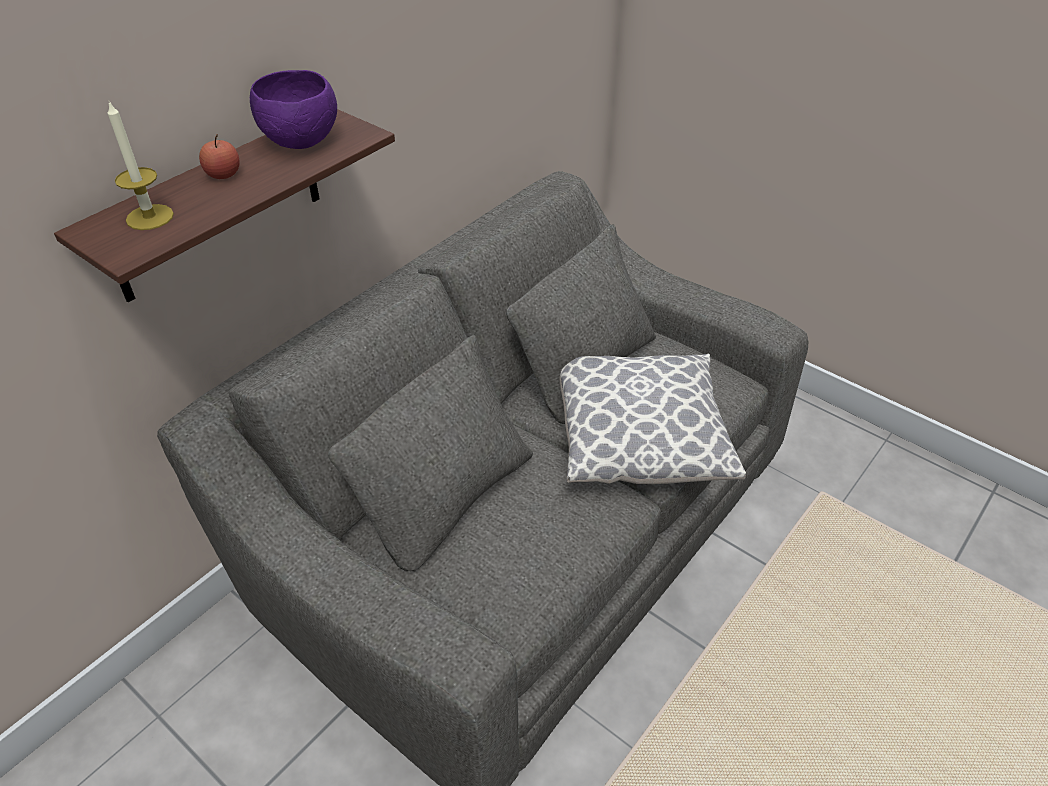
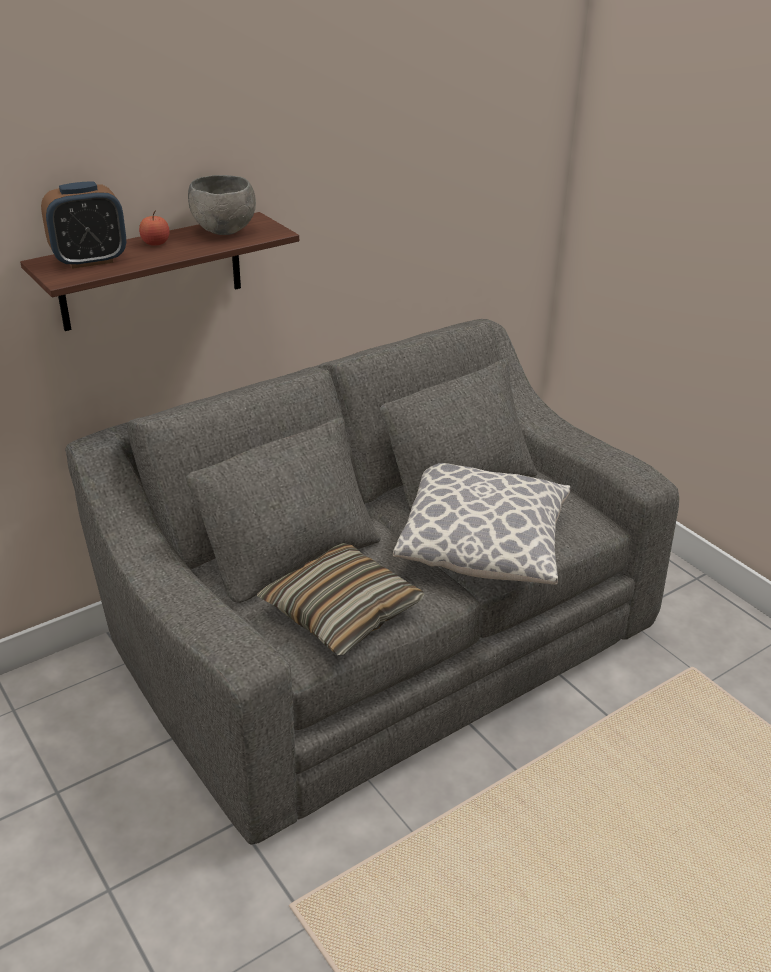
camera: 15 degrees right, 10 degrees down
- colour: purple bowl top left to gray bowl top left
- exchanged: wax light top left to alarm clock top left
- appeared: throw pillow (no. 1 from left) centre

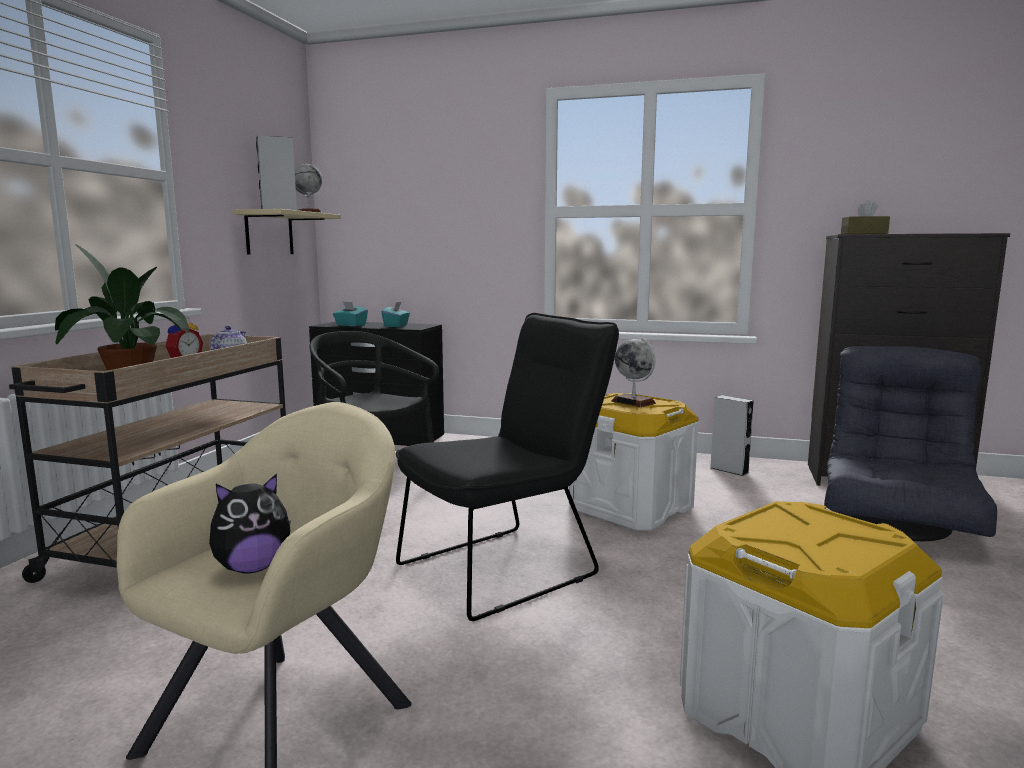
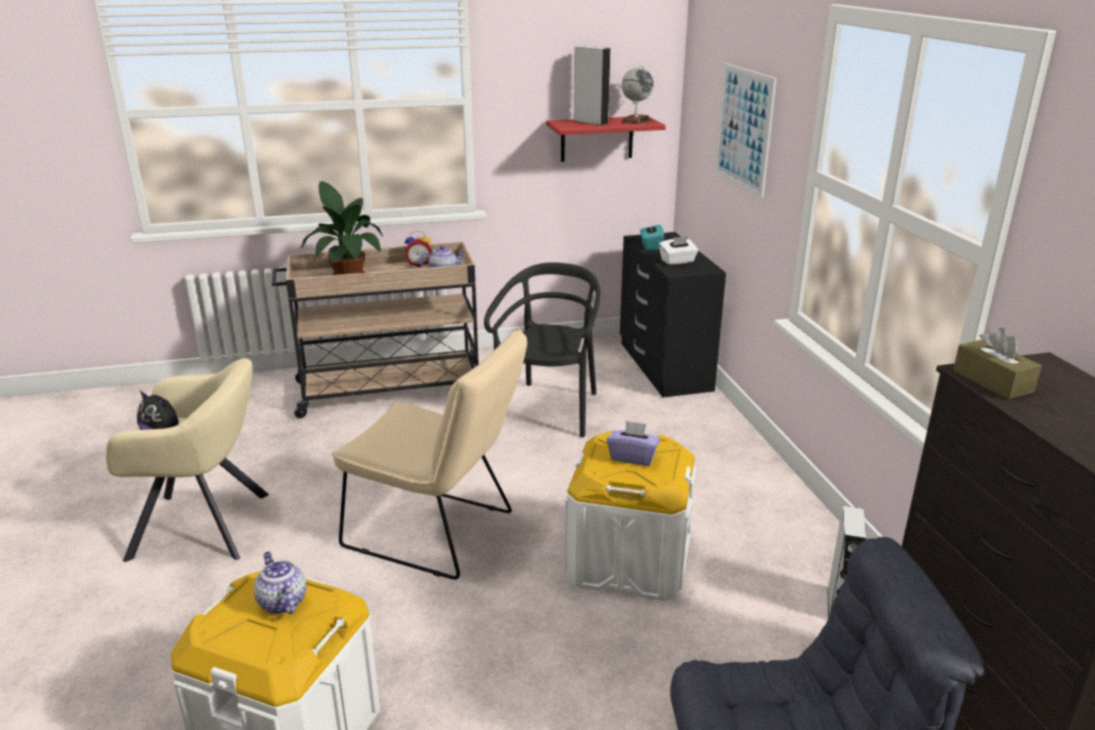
camera: 60 degrees right, 15 degrees up
- colour: beige-coloured wall shelf top left to red-coloured wall shelf top centre
- colour: turquoise tissue holder (no. 2 from left) centre to white tissue holder centre
- colour: black upright chair (no. 2 from left) centre to beige-coloured upright chair centre
- exchanged: desk globe (no. 2 from left) centre to purple tissue holder centre
- appeared: wall picture top right
- appeared: tea pot (no. 1 from left) bottom left

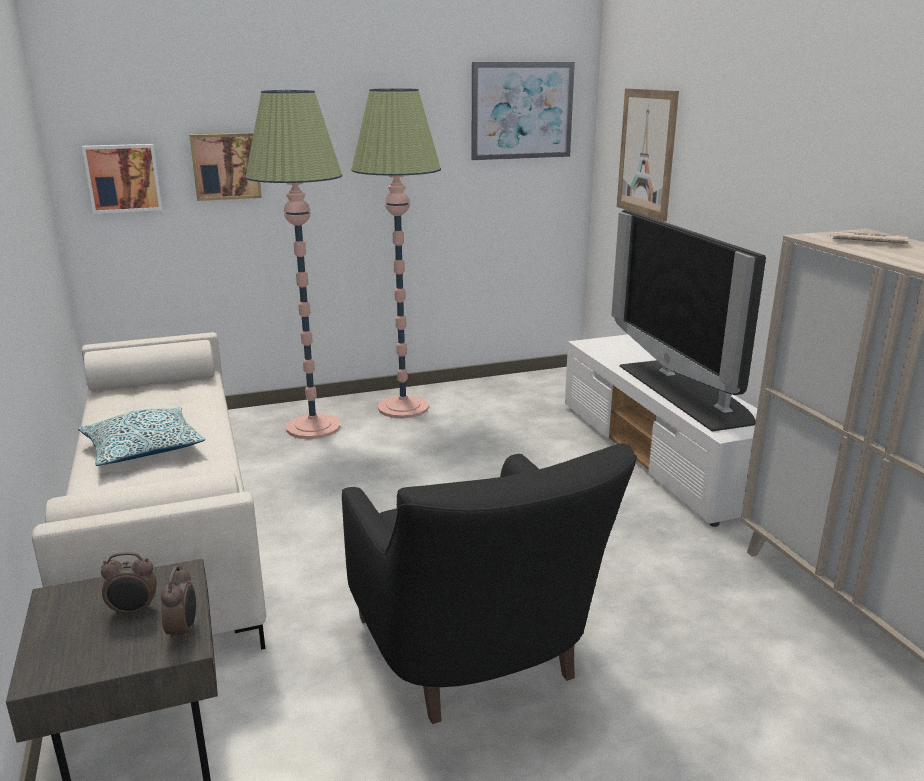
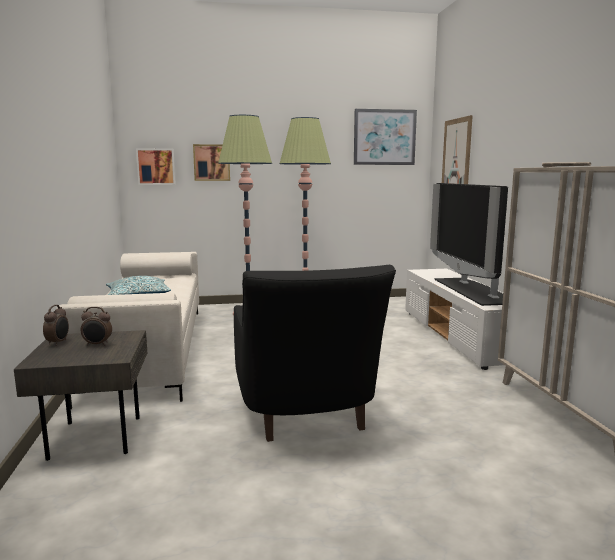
camera: 10 degrees right, 10 degrees down
- relocated: alarm clock (no. 2 from left in the first image) bottom left to alarm clock (no. 1 from left) middle left

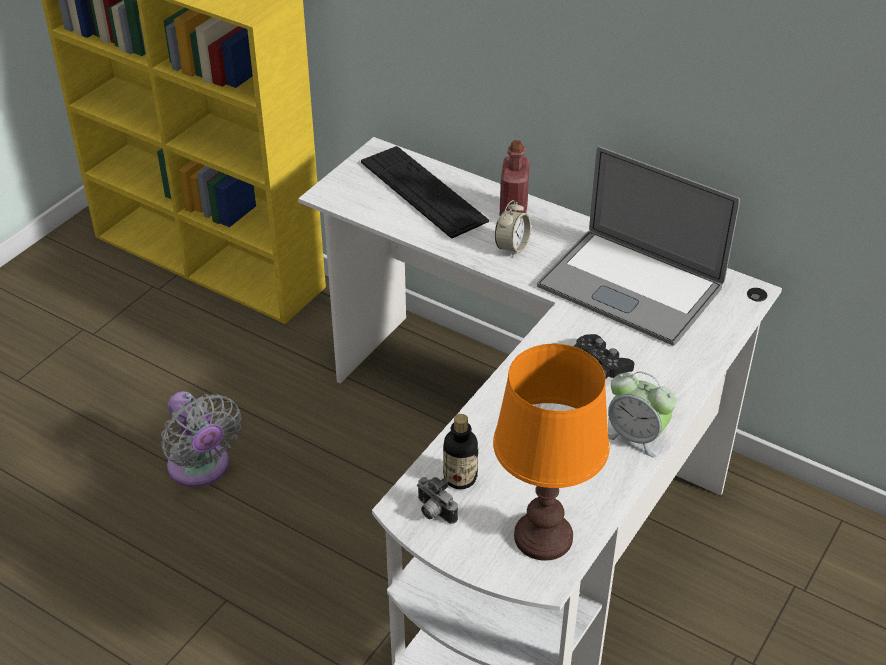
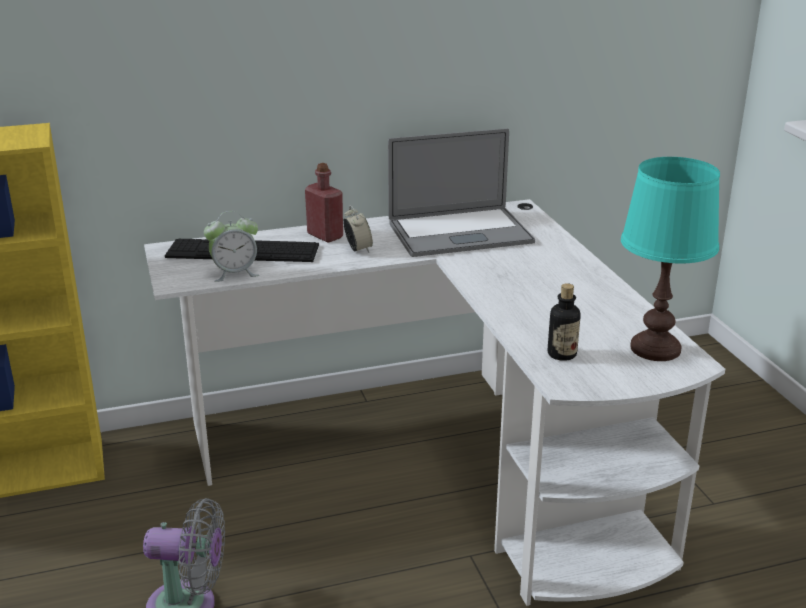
camera: 50 degrees left, 15 degrees down
- missing: black gamepad middle right
- colour: orange tabletop lamp bottom centre to turquoise tabletop lamp middle right
- relocated: alarm clock (no. 2 from left in the first image) middle right to alarm clock (no. 1 from left) middle left
- missing: still camera bottom centre

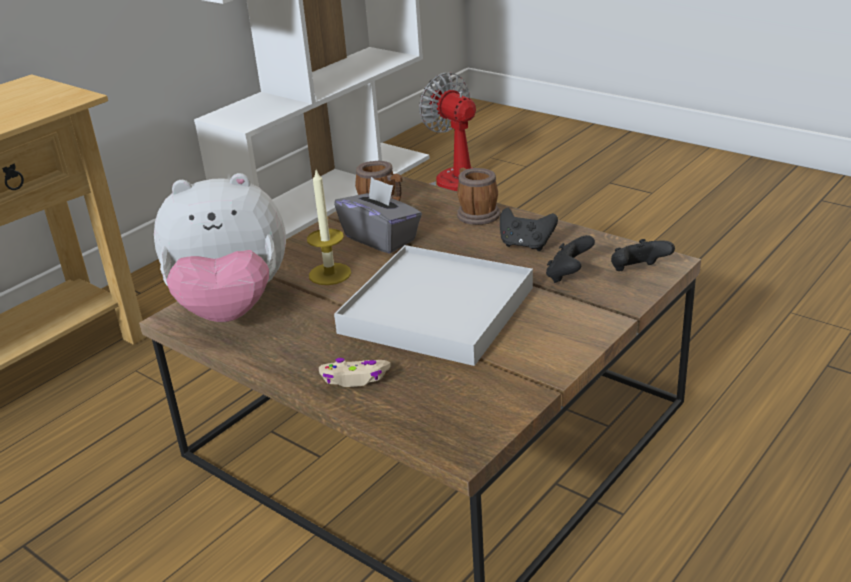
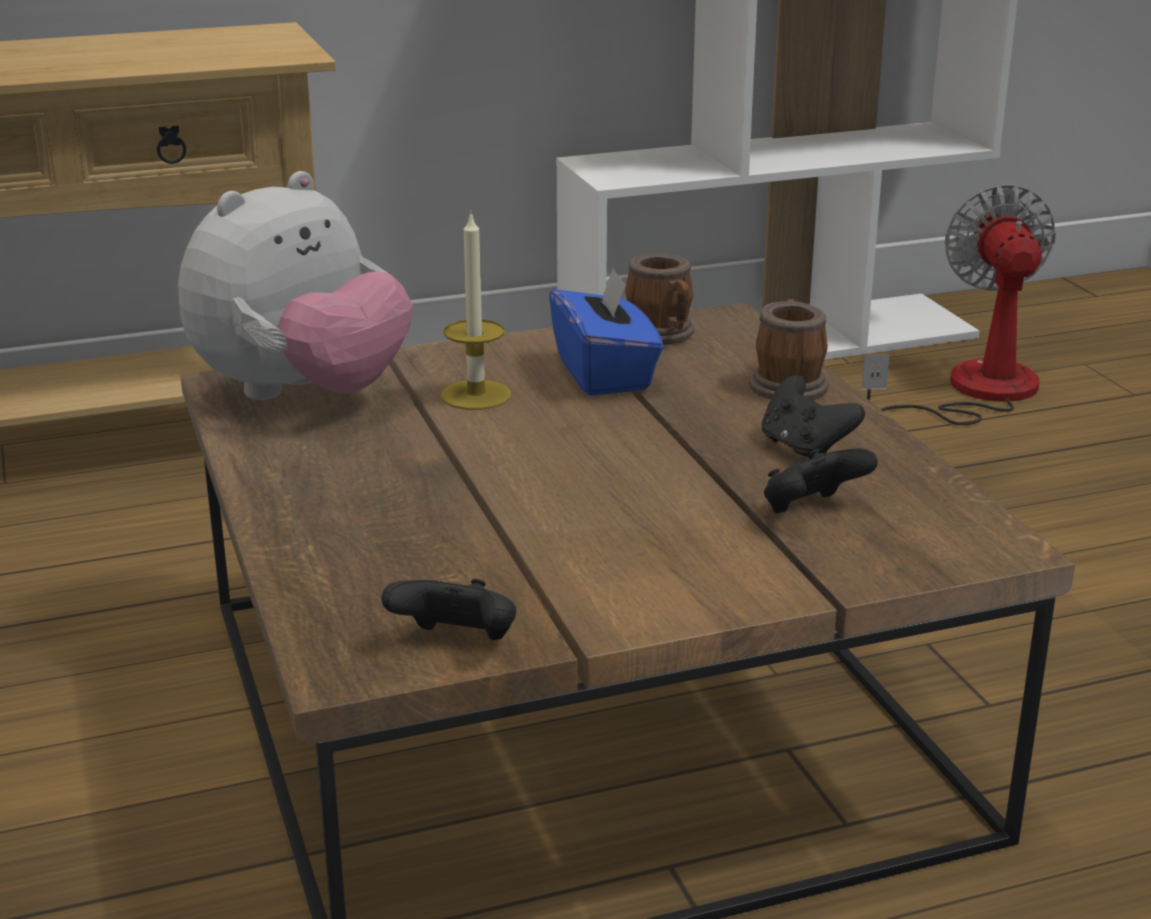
camera: 30 degrees right, 5 degrees down
- spun: soft toy middle left = top left 75 degrees counterclockwise
- colour: gray tissue holder centre to blue tissue holder centre
- relocated: black gamepad (no. 3 from left in the first image) middle right to black gamepad (no. 1 from left) centre
- missing: white tray centre
- missing: beige-coloured gamepad centre

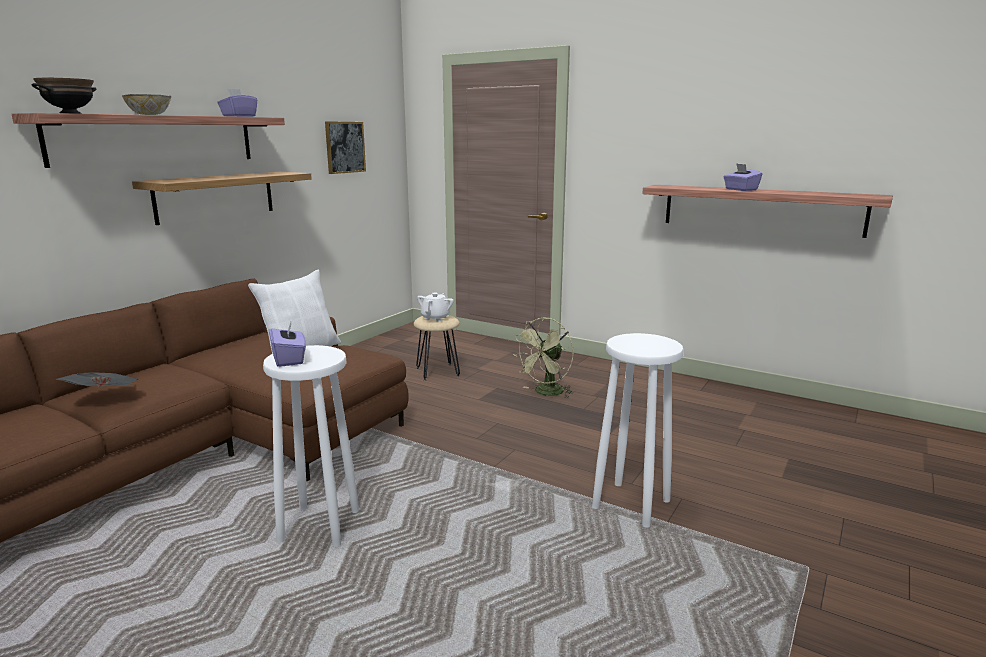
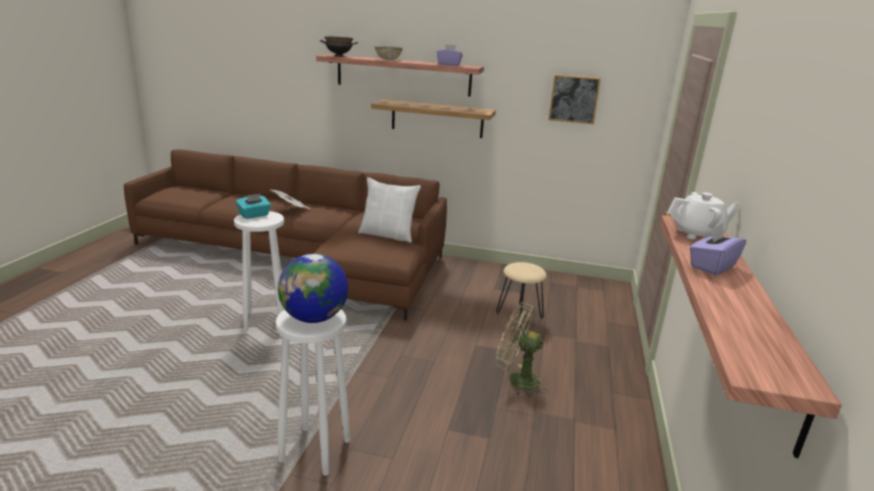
camera: 70 degrees right, 5 degrees up
- relocated: white tea pot centre to middle right
- colour: purple tissue holder (no. 2 from left) middle left to turquoise tissue holder middle left
- appeared: desk globe centre

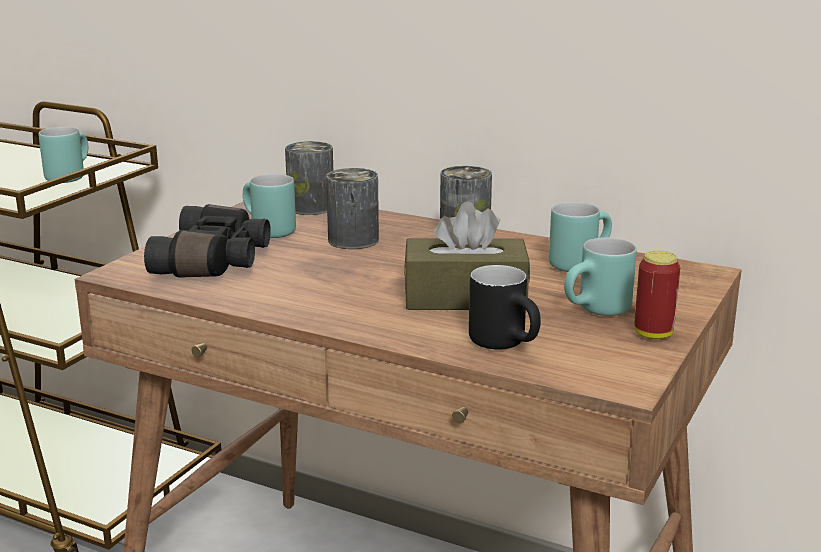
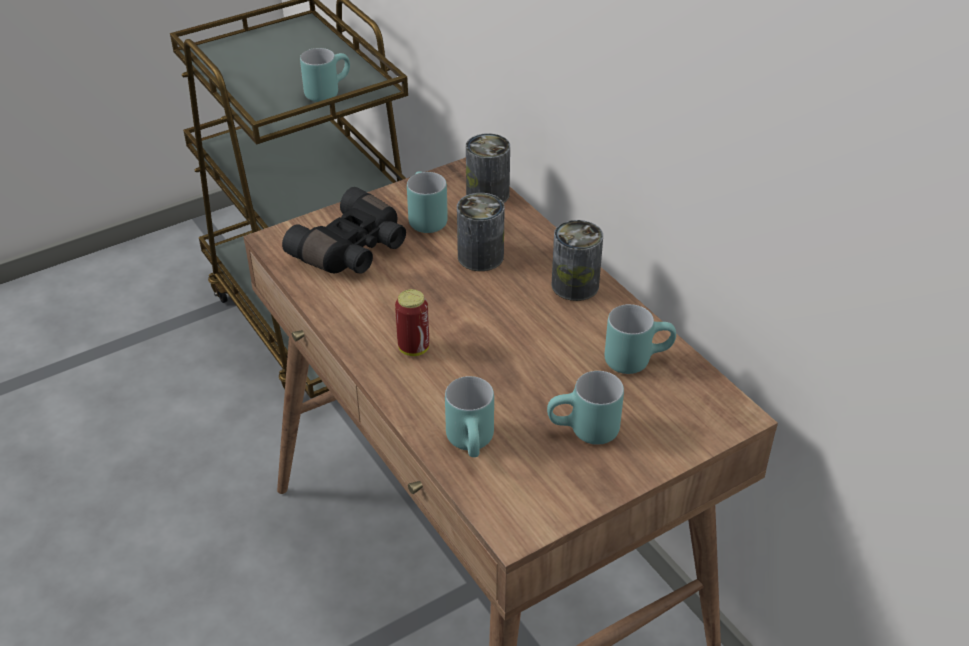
camera: 30 degrees right, 20 degrees up
- missing: brown-coloured tissue holder centre
- relocated: sealed can (no. 4 from left in the first image) middle right to sealed can (no. 1 from left) centre
- colour: black mug centre to turquoise mug (no. 3 from left) centre

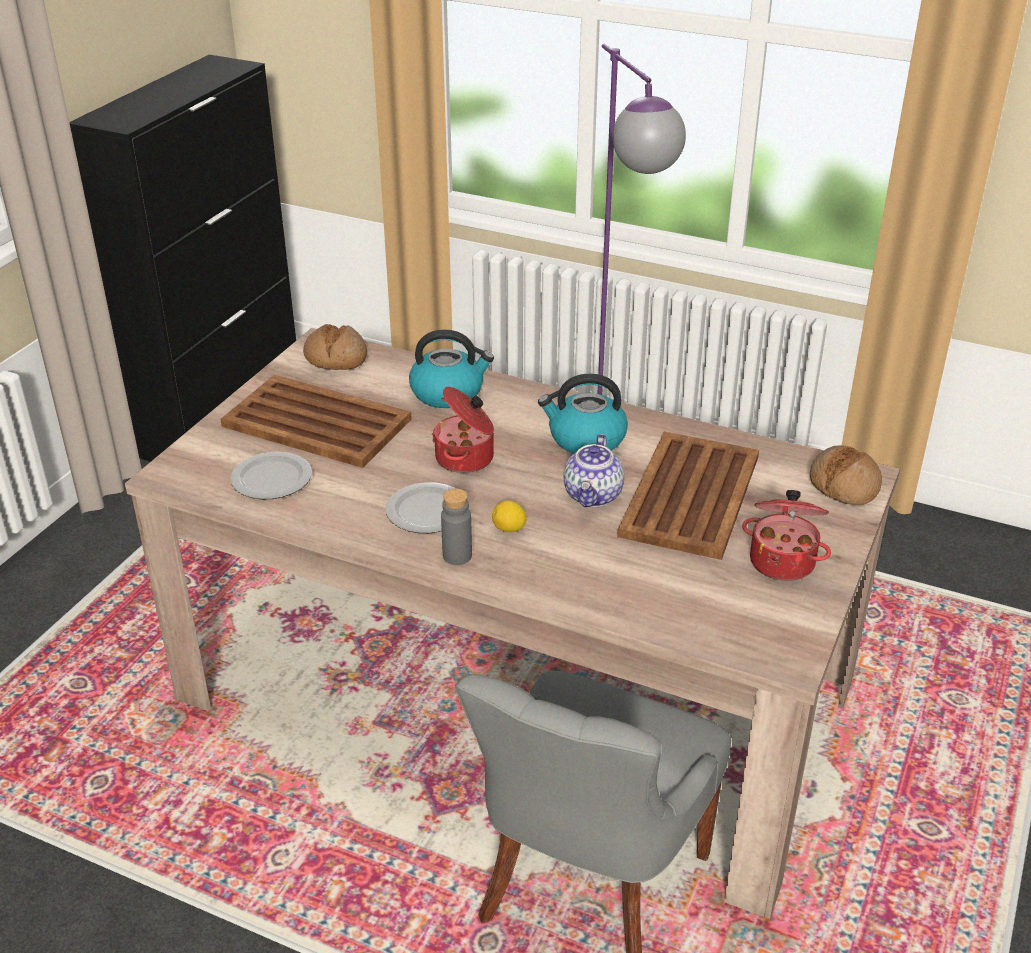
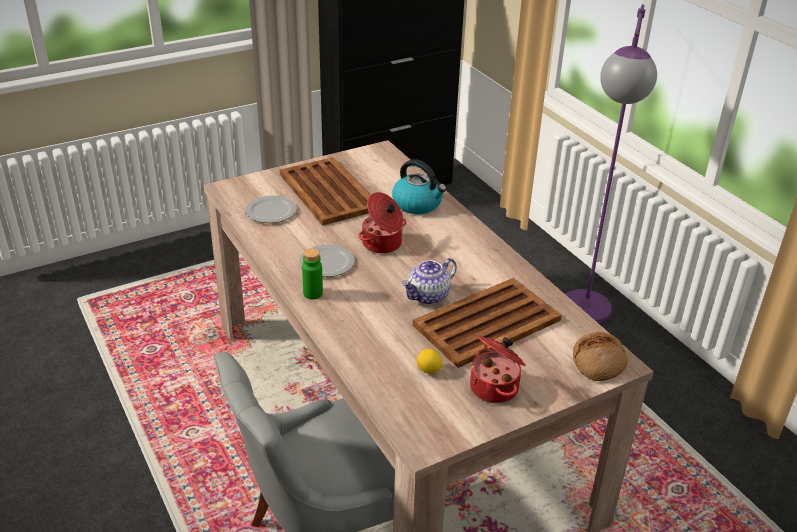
camera: 35 degrees right, 0 degrees up
- missing: bakery bread (no. 1 from left) middle left
- missing: kettle (no. 2 from left) centre
- colour: gray drink bottle centre to green-coloured drink bottle centre
- relocated: whole lemon centre to bottom centre

